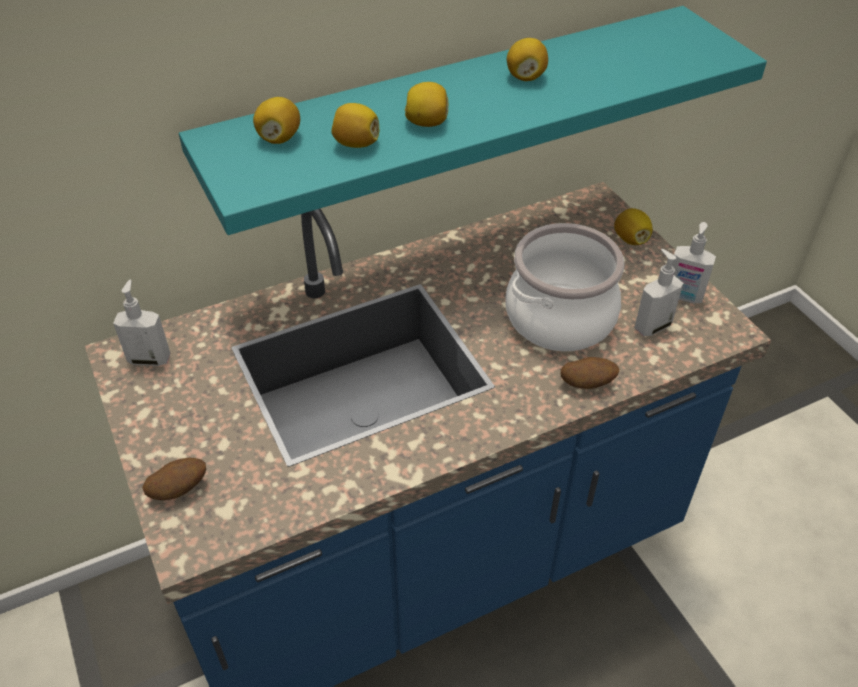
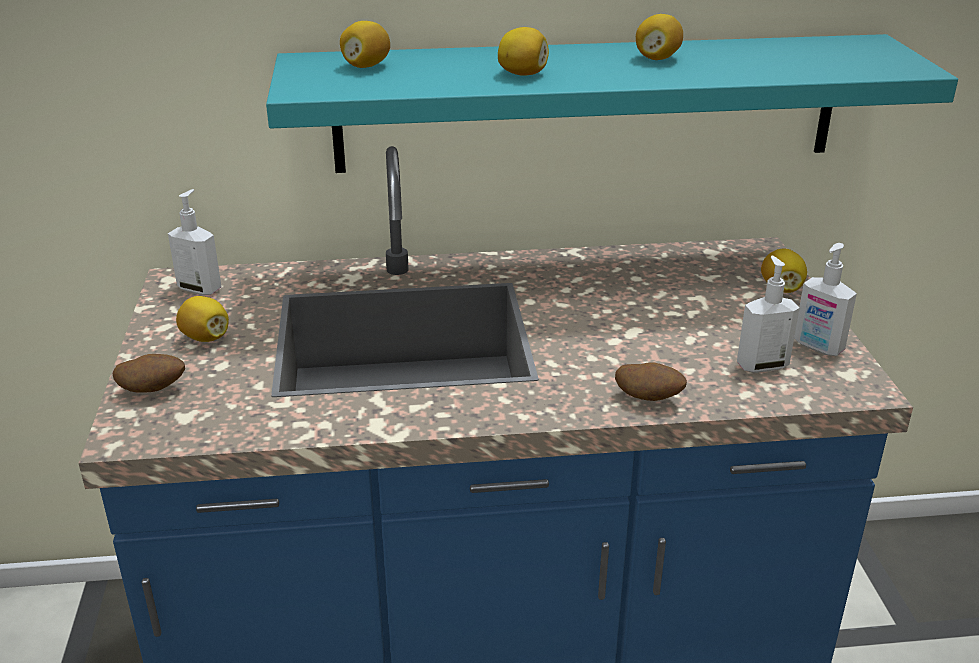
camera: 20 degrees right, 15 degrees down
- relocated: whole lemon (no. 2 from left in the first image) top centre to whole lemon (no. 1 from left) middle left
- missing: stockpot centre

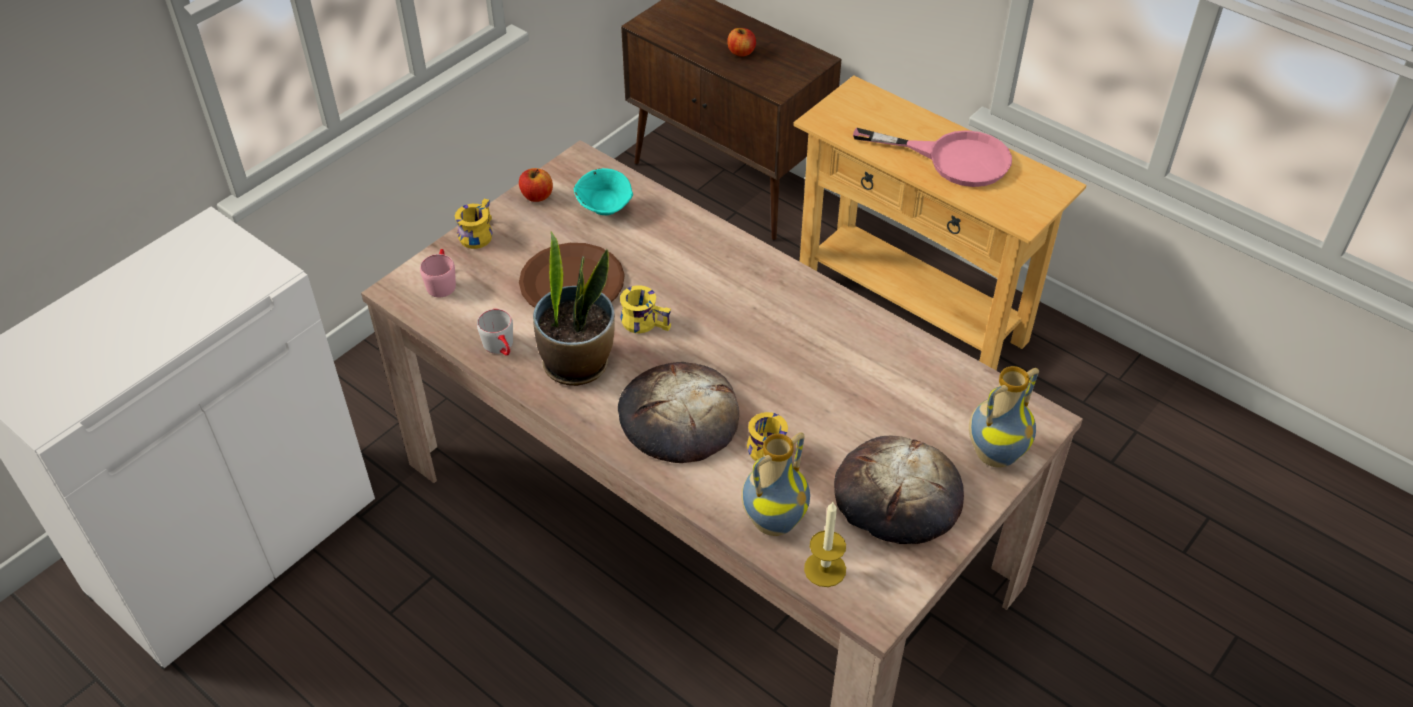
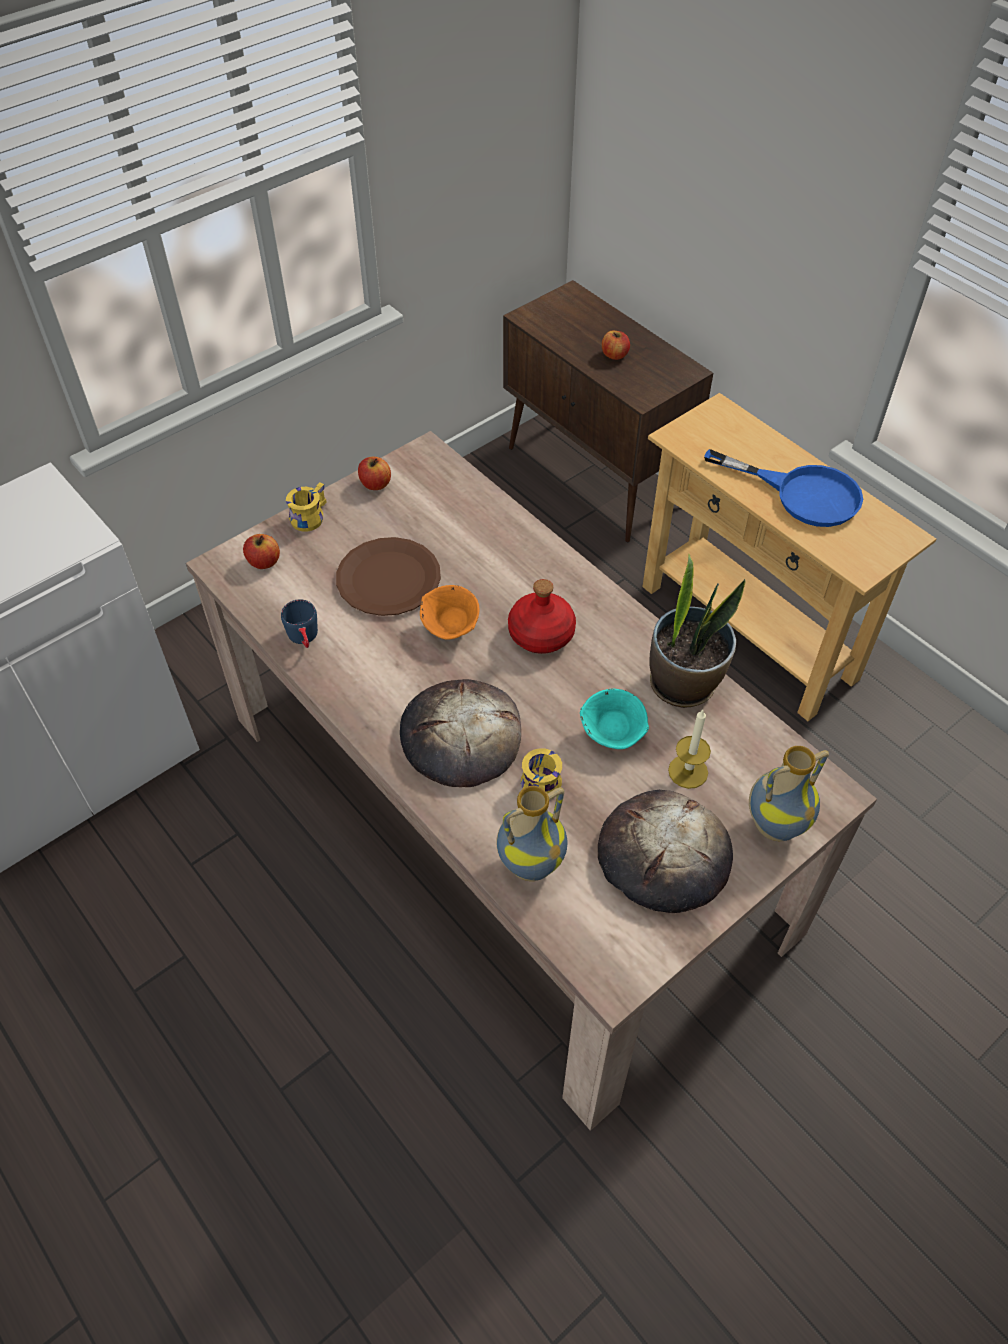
camera: 10 degrees right, 5 degrees up
- colour: pinkish frying pan top centre to blue frying pan middle right
- relocated: turquoise bowl top centre to centre
- relocated: plant in a pot centre to middle right
- exchanged: pinkish mug middle left to whole apple (no. 1 from left) middle left
- exchanged: yellowish mug (no. 2 from left) centre to orange bowl centre
- colour: gray mug centre to blue mug middle left
- relocated: wax light bottom centre to middle right
- appeared: red-coloured drink bottle centre

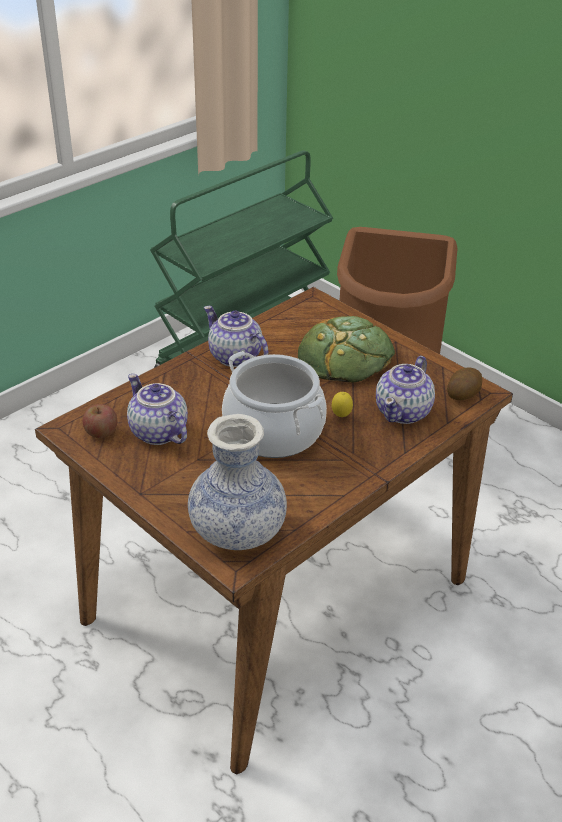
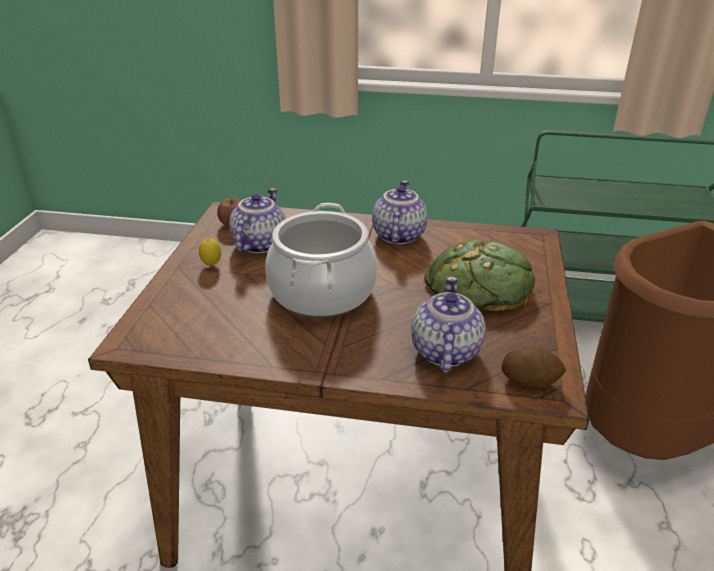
camera: 55 degrees right, 5 degrees down
- spun: tea pot (no. 3 from left) middle right = centre 105 degrees clockwise
- relocated: whole lemon centre to middle left
- missing: decorative vase centre

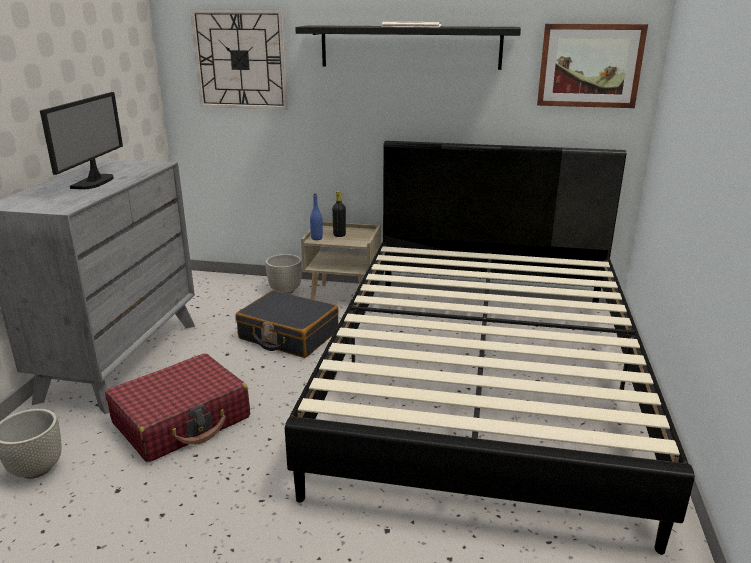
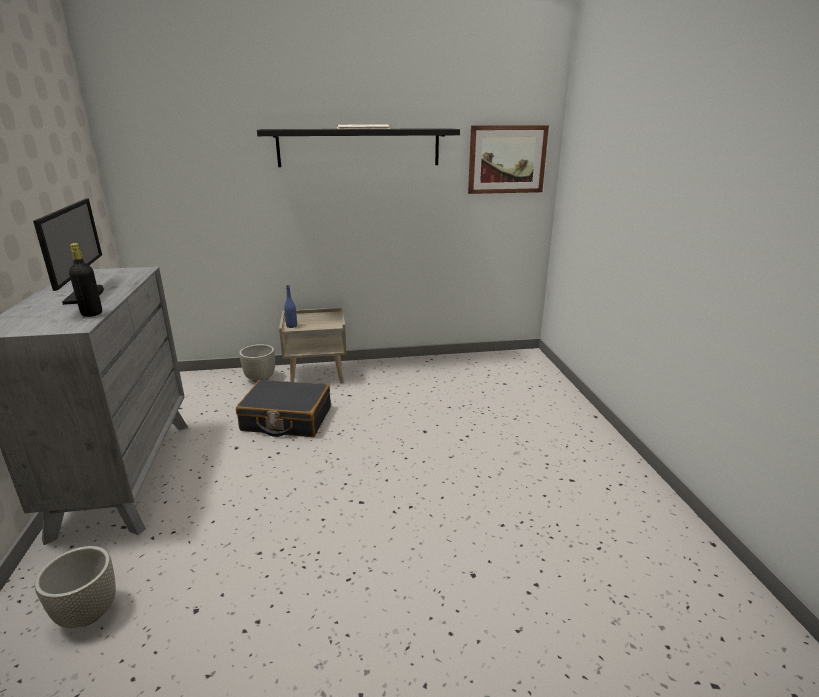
camera: 20 degrees left, 0 degrees up
- missing: wall clock top left
- missing: black bedroom bed centre
- relocated: black drink bottle centre to middle left
- missing: red-coloured suitcase bottom left

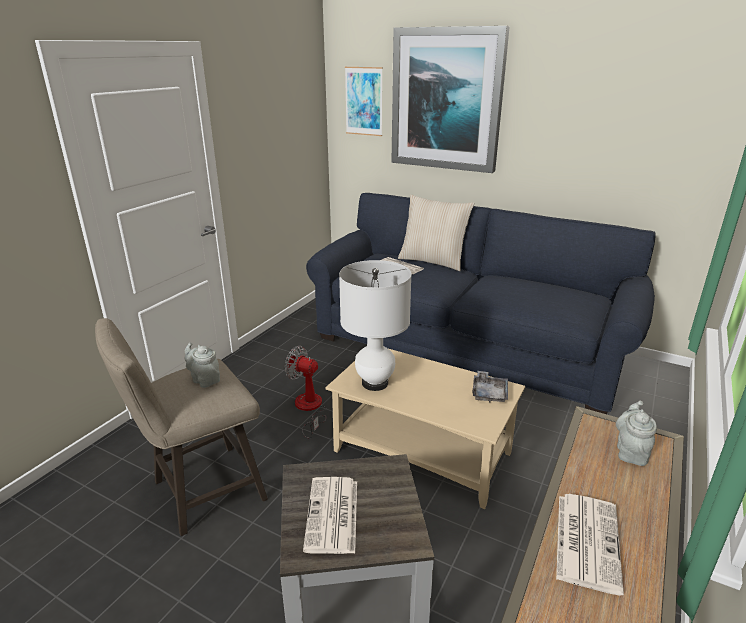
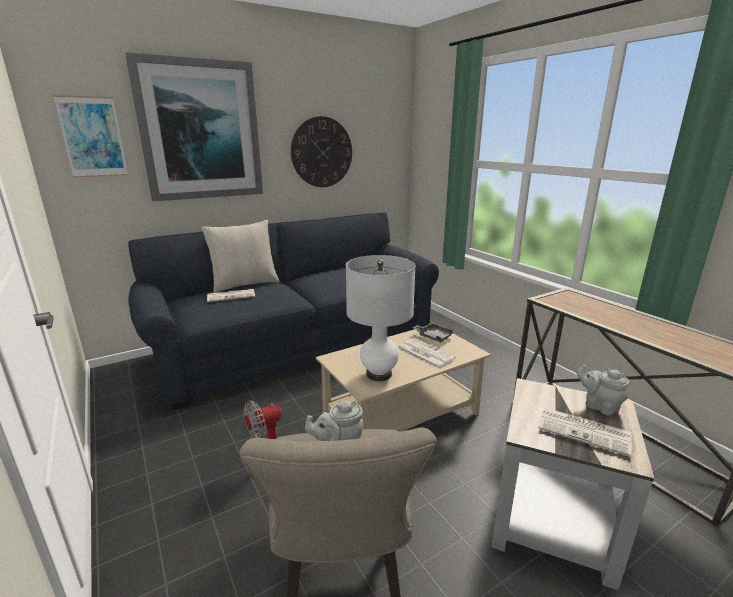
camera: 60 degrees left, 5 degrees down
- relocated: gray tea pot (no. 2 from left) bottom right to middle right
- relocated: daily paper (no. 3 from left in the first image) bottom right to daily paper (no. 2 from left) centre
- appeared: wall clock top centre

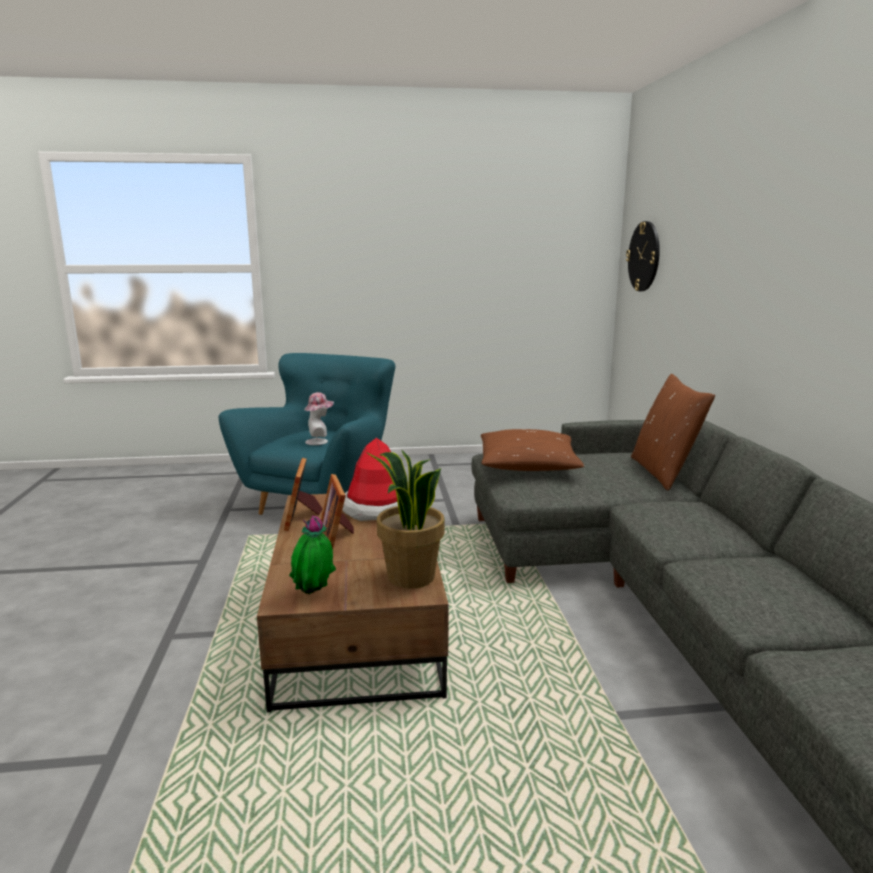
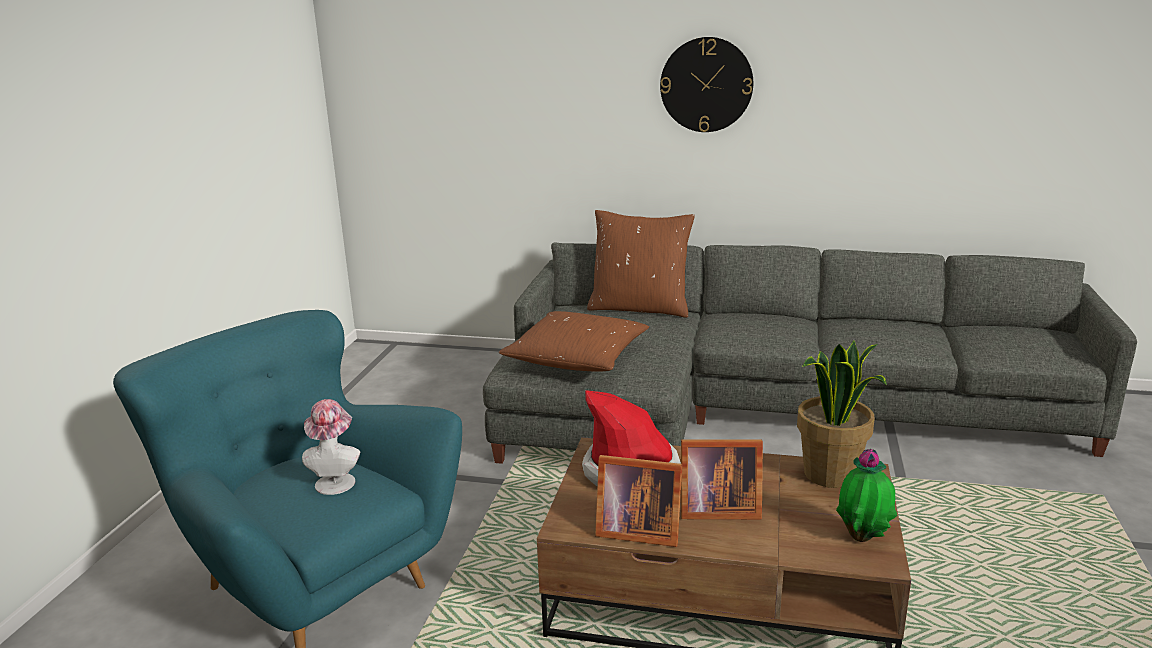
camera: 70 degrees left, 5 degrees up
- relocated: wall clock top right to top centre

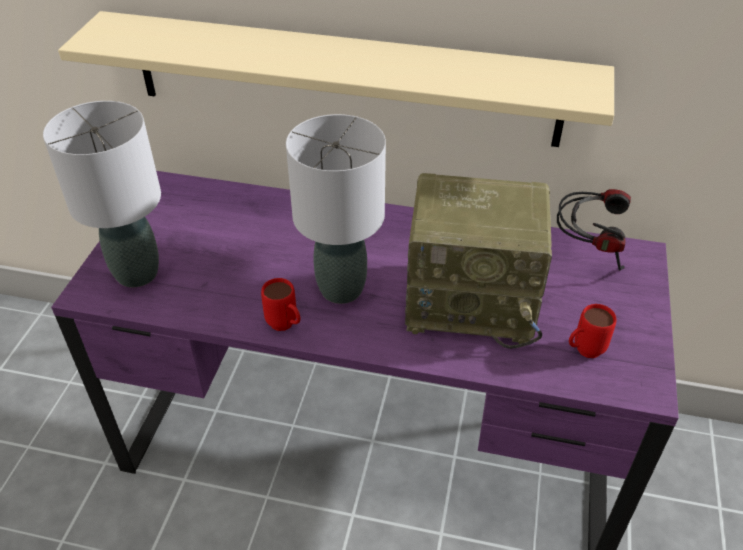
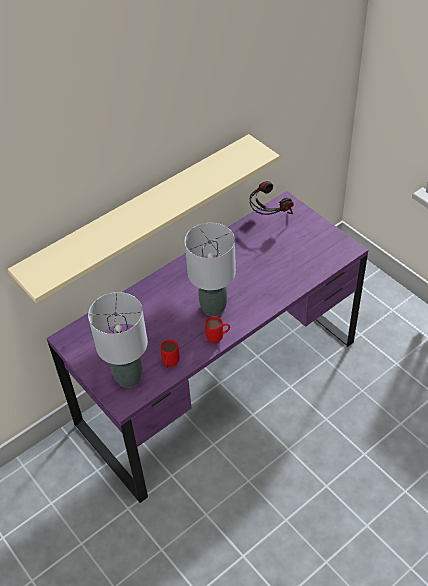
camera: 50 degrees left, 5 degrees up
- missing: radio receiver centre
- relocated: red-coloured mug (no. 2 from left in the first image) middle right to red-coloured mug (no. 1 from left) centre

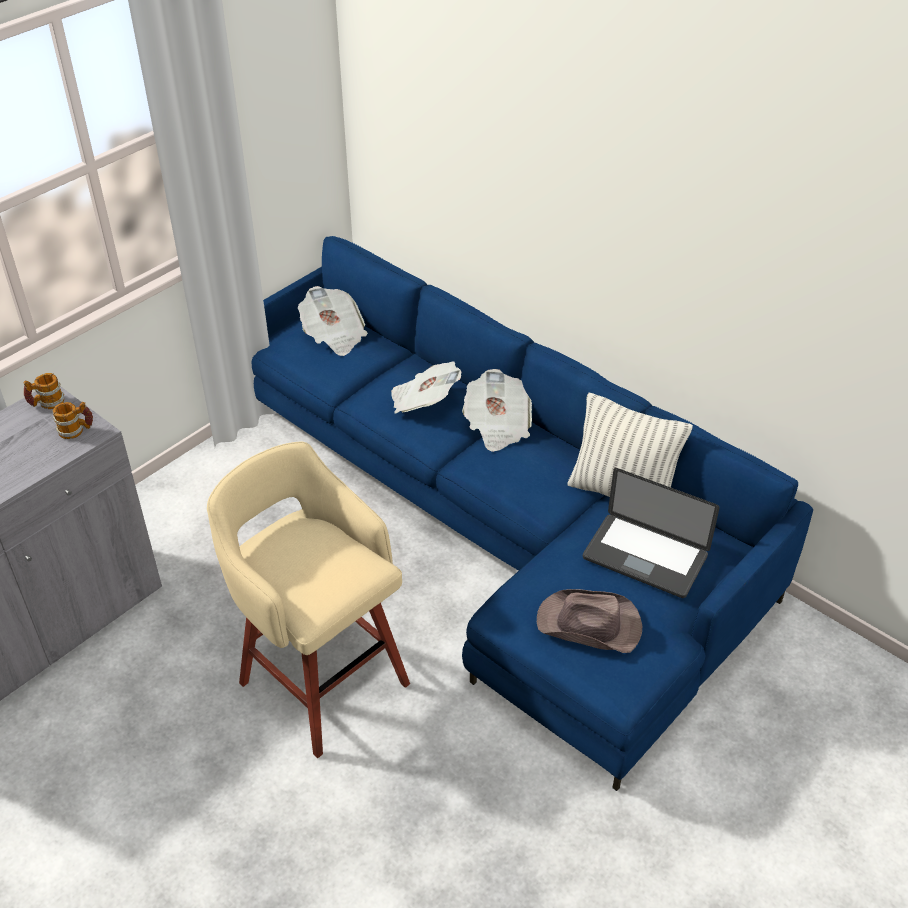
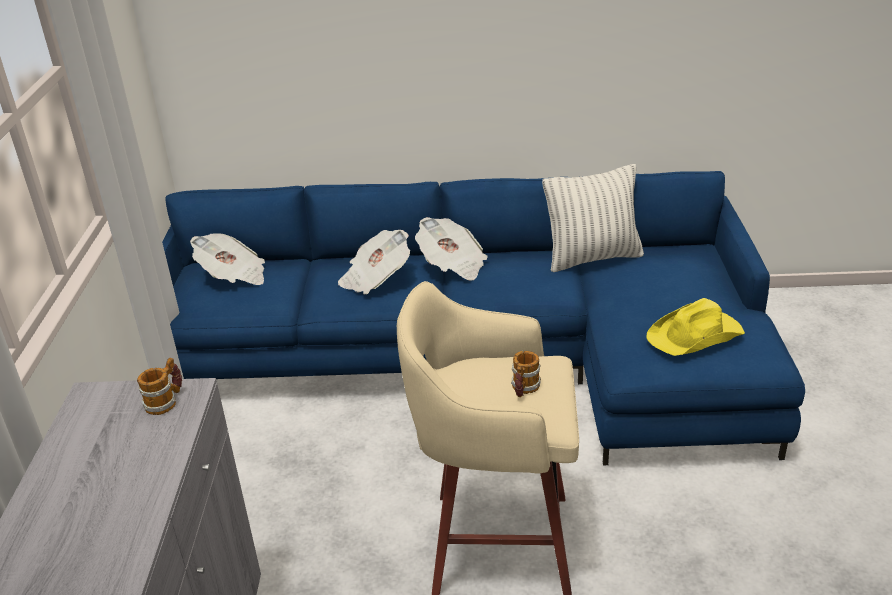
camera: 40 degrees left, 10 degrees down
- relocated: mug (no. 1 from left in the first image) middle left to mug (no. 2 from left) centre
- missing: laptop middle right
- colour: brown-coloured hat bottom centre to yellowish hat middle right

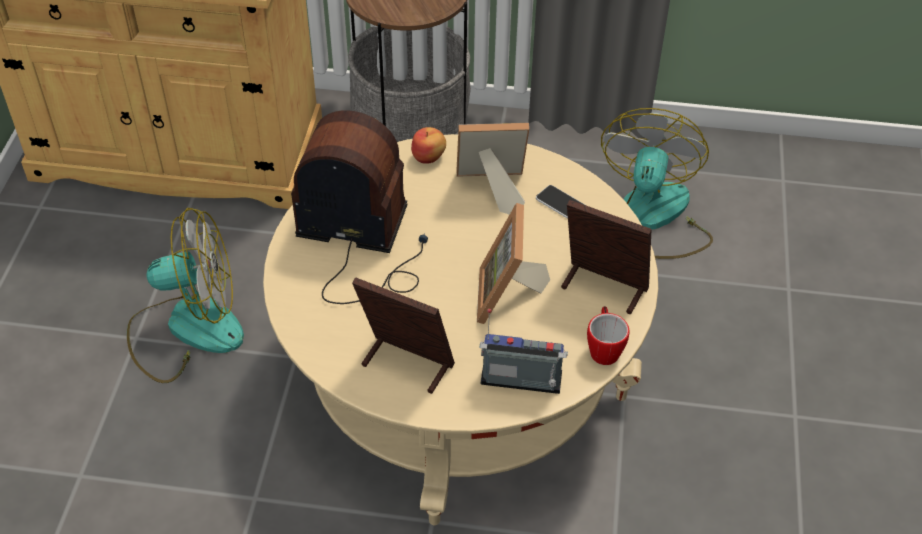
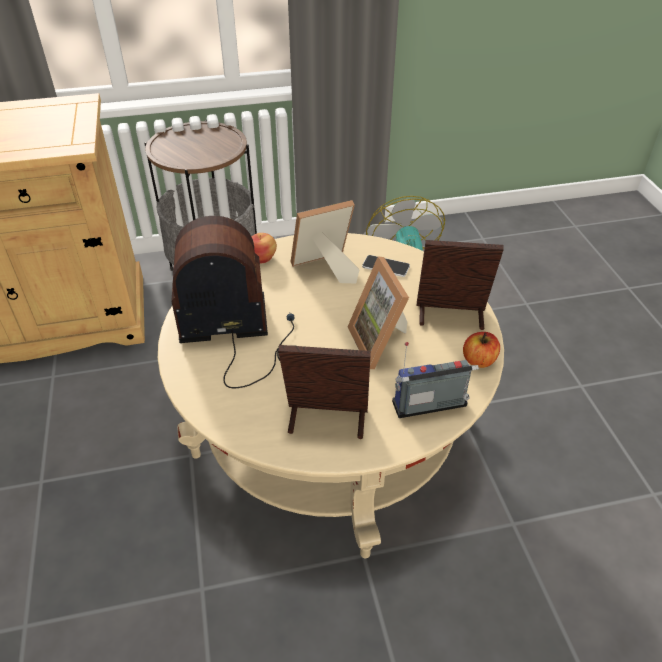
camera: 20 degrees left, 5 degrees down
- missing: electric fan (no. 1 from left) middle left
- exchanged: mug centre to whole apple (no. 2 from left) middle right

